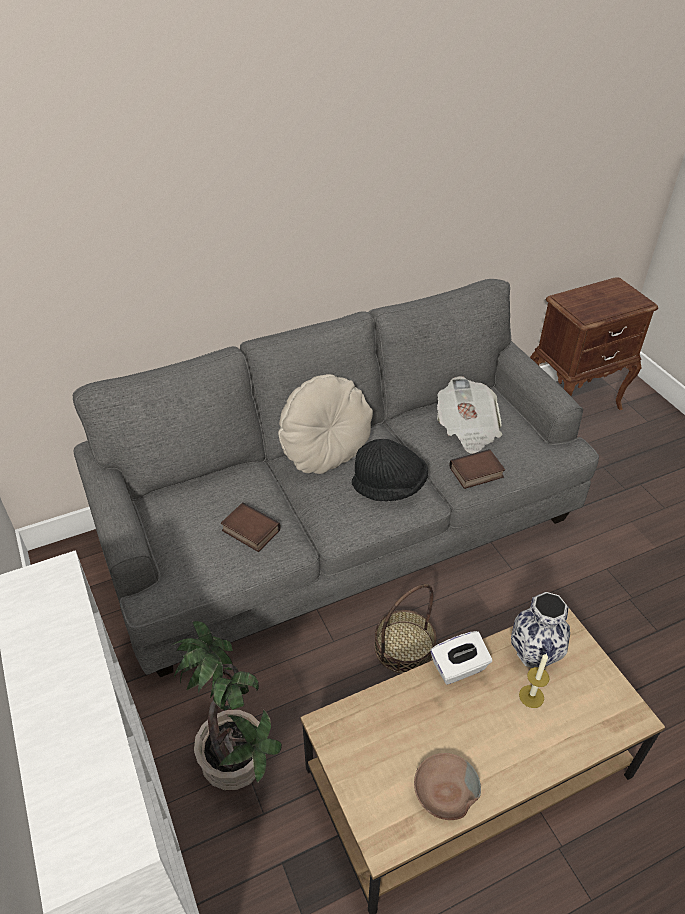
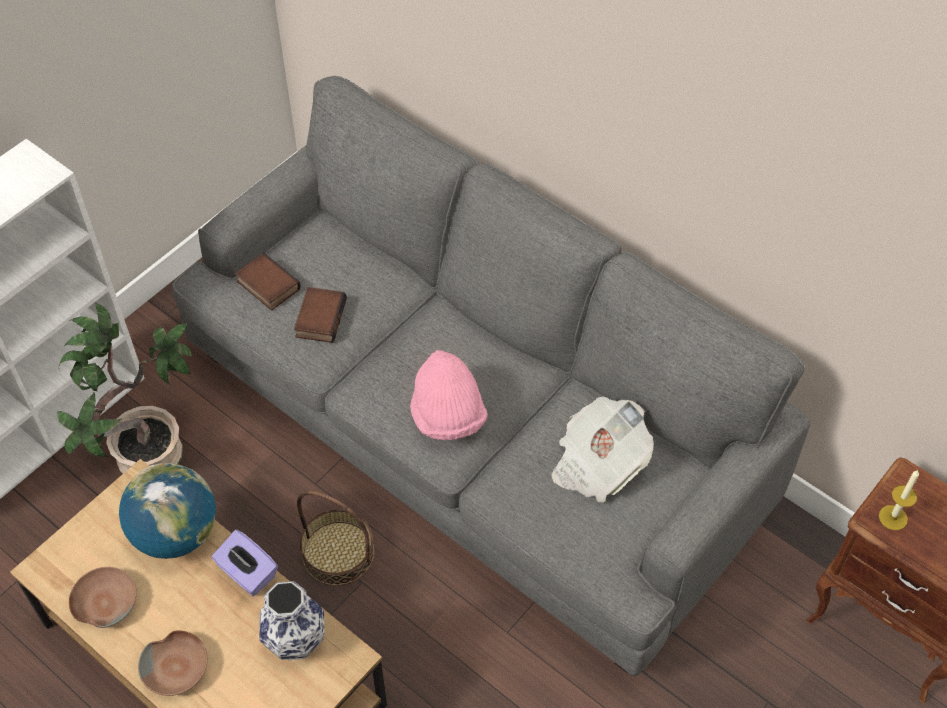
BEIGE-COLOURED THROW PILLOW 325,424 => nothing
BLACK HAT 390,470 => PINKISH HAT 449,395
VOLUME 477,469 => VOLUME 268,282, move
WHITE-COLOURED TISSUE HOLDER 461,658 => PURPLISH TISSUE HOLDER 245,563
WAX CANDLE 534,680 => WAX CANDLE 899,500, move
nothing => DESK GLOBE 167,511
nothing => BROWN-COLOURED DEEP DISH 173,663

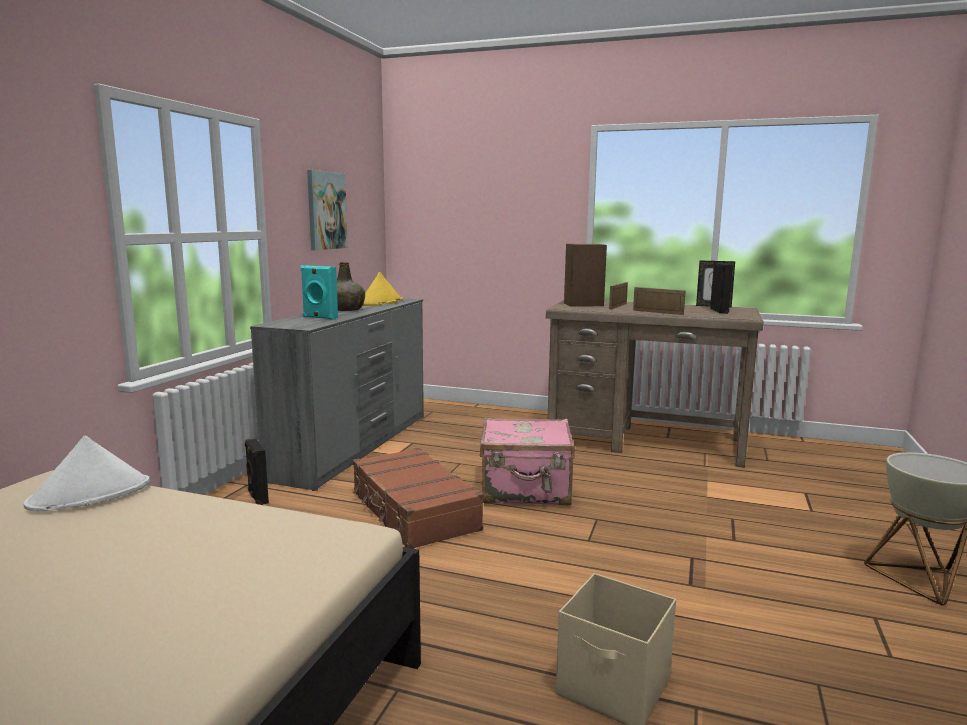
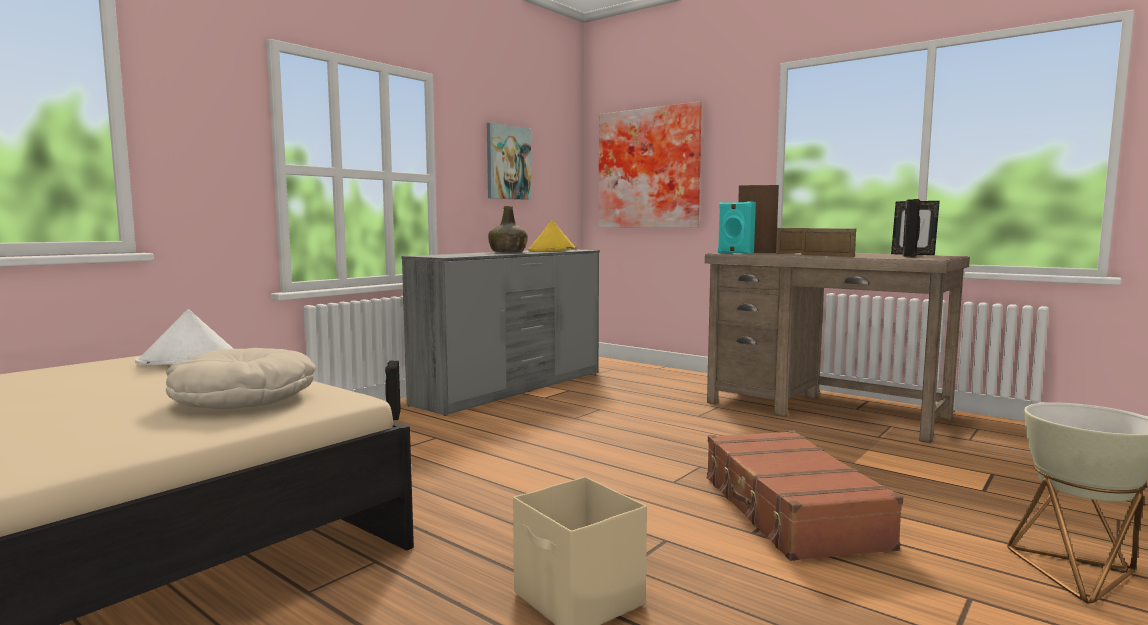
TURQUOISE AUDIO SPEAKER 319,292 => TURQUOISE AUDIO SPEAKER 737,227, move
PINKISH SUITCASE 527,461 => nothing
BROWN-COLOURED SUITCASE 418,498 => BROWN-COLOURED SUITCASE 805,495, move
nothing => WALL PICTURE 650,164
nothing => BEIGE-COLOURED THROW PILLOW 241,378

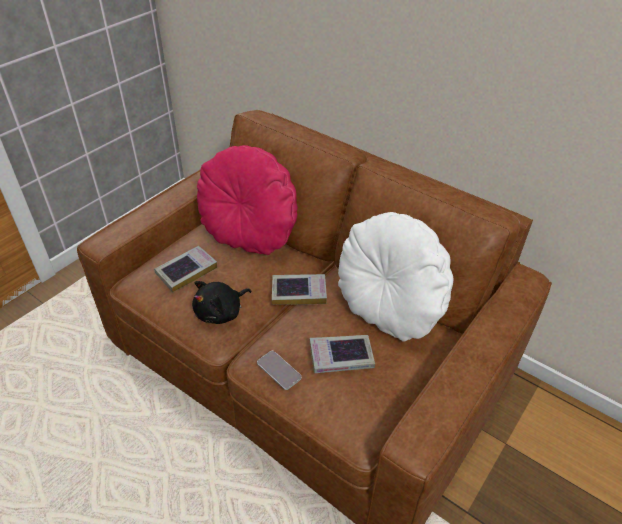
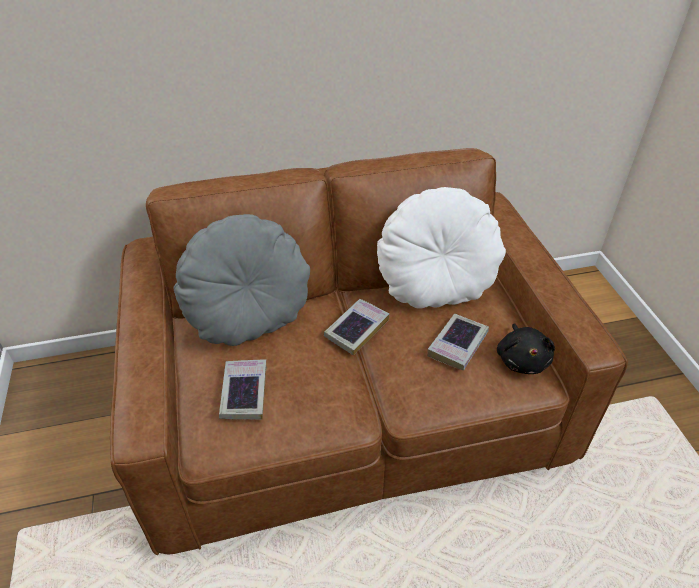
PINKISH THROW PILLOW 247,200 => GREY THROW PILLOW 242,280
BLACK SOFT TOY 221,302 => BLACK SOFT TOY 526,349, move
TELEPHONE 279,370 => nothing

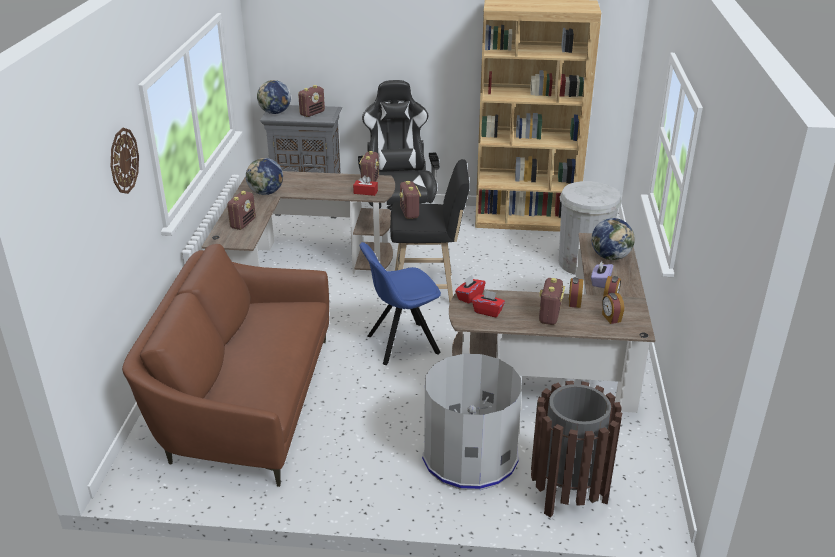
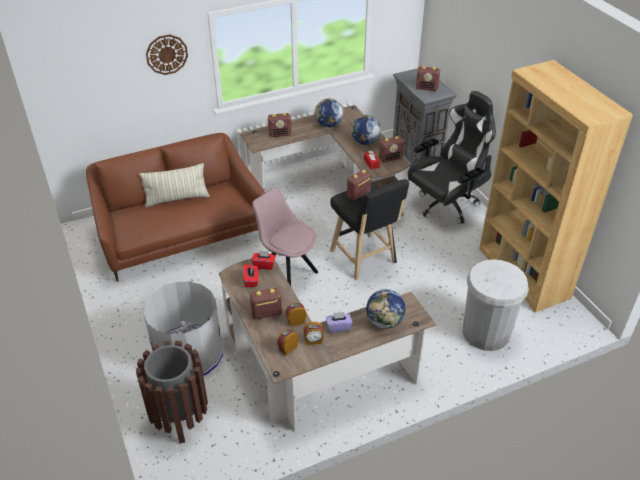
DESK GLOBE 274,97 => DESK GLOBE 366,130, move
BLUE PLAIN CHAIR 400,303 => PINKISH PLAIN CHAIR 285,236
nothing => THROW PILLOW 174,185

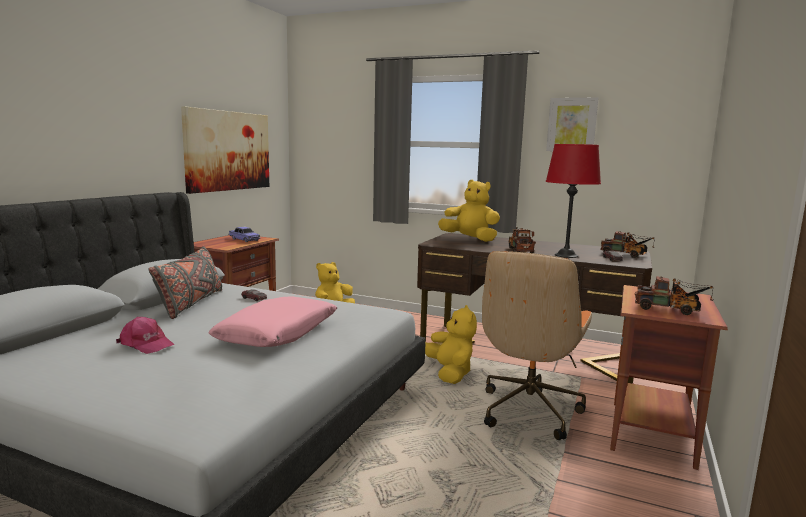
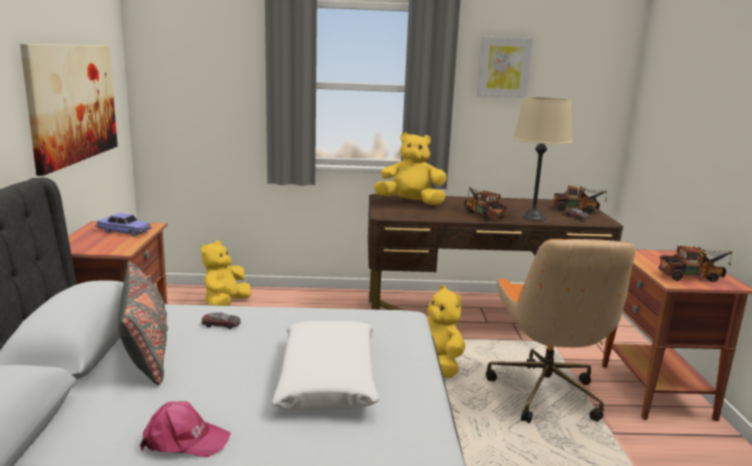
RED-COLOURED LAMP FOR A TABLE 573,201 => BEIGE-COLOURED LAMP FOR A TABLE 542,159
PINKISH THROW PILLOW 273,321 => WHITE-COLOURED THROW PILLOW 325,365

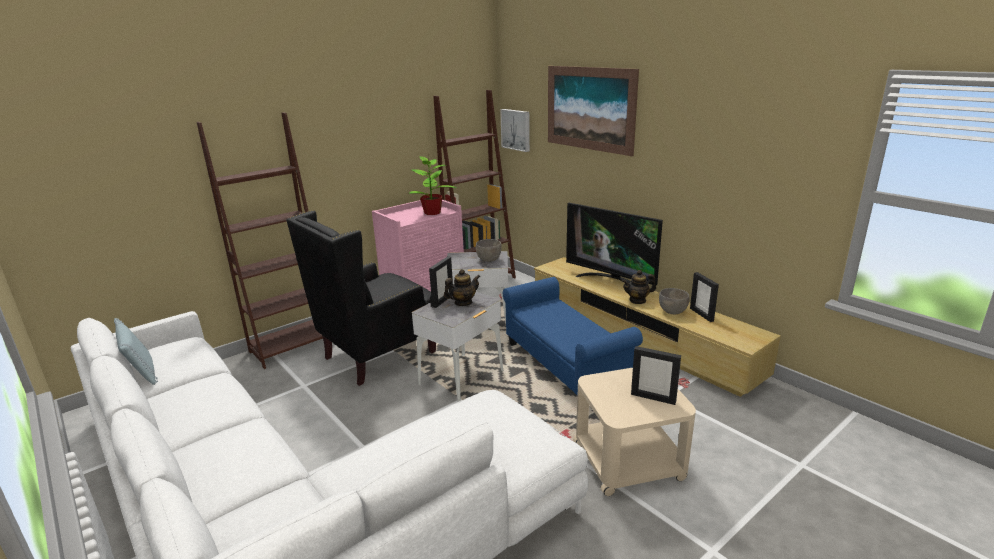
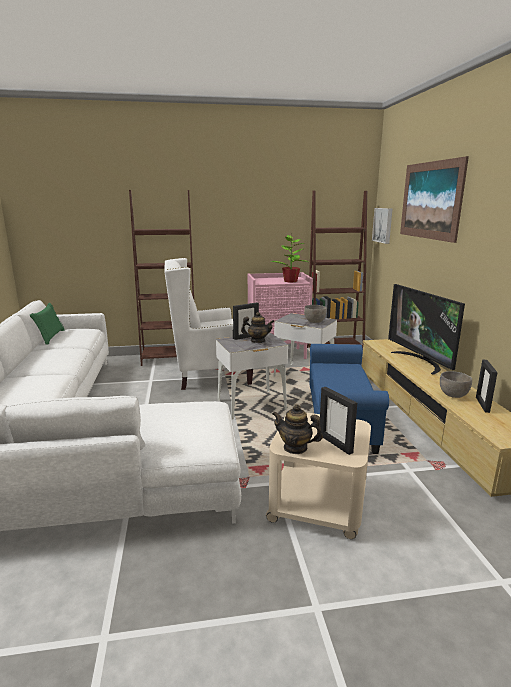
BLACK EASY CHAIR 361,298 => WHITE-COLOURED EASY CHAIR 208,324
TEA POT 639,287 => TEA POT 297,429, move
BLUE THROW PILLOW 136,351 => GREEN-COLOURED THROW PILLOW 47,324

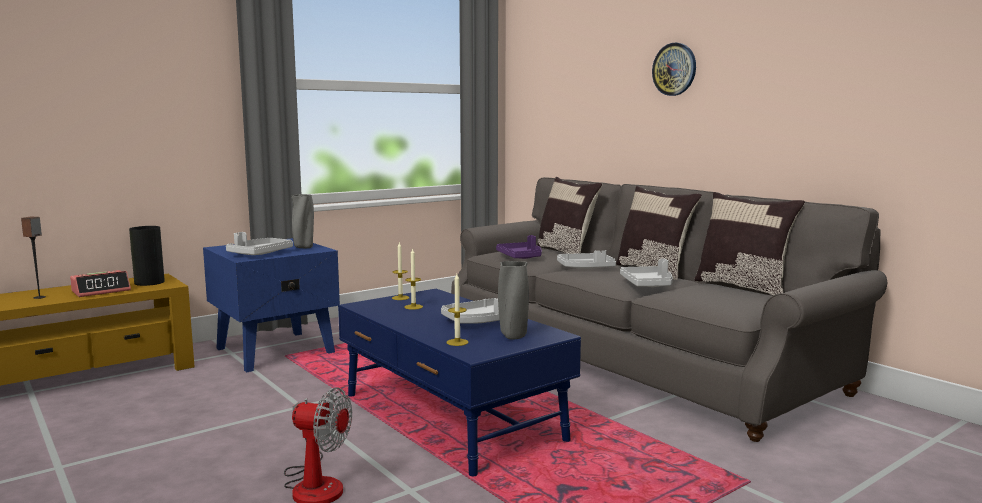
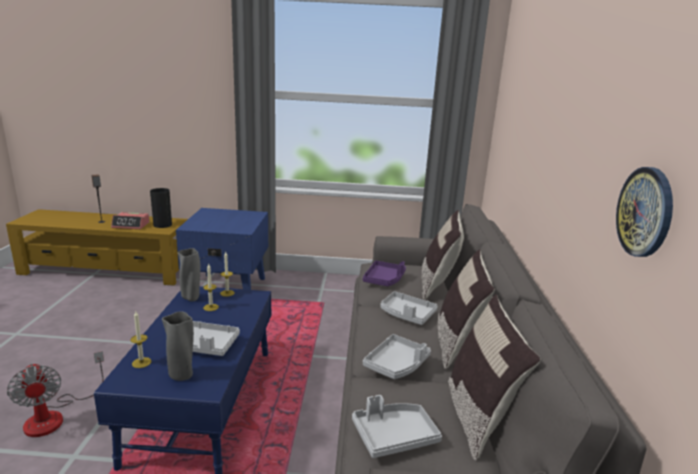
HANGING CLOCK 674,69 => HANGING CLOCK 644,212, move
GREY FLOWER VASE 302,221 => GREY FLOWER VASE 189,275, move
GREY SERVING TRAY 259,243 => GREY SERVING TRAY 397,426, move

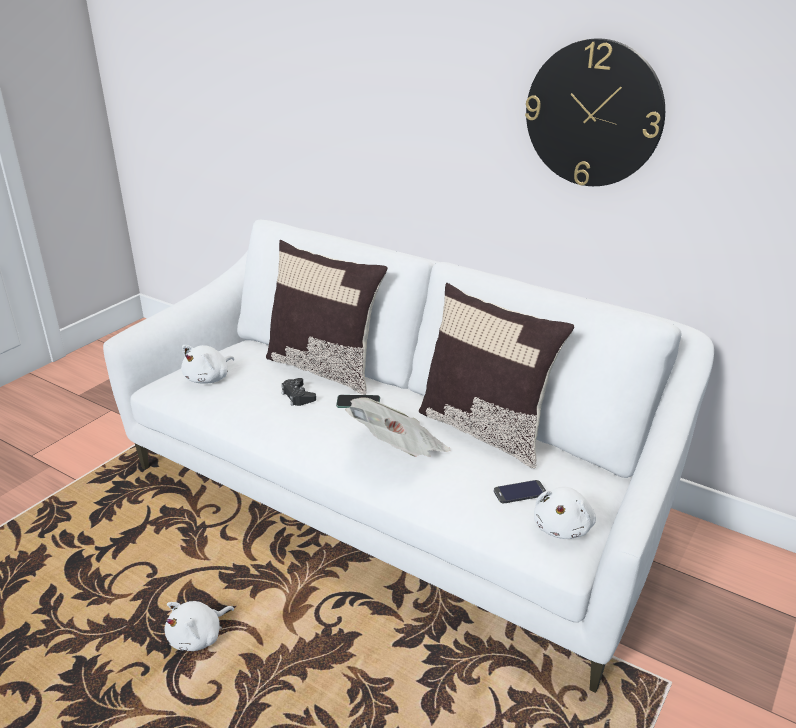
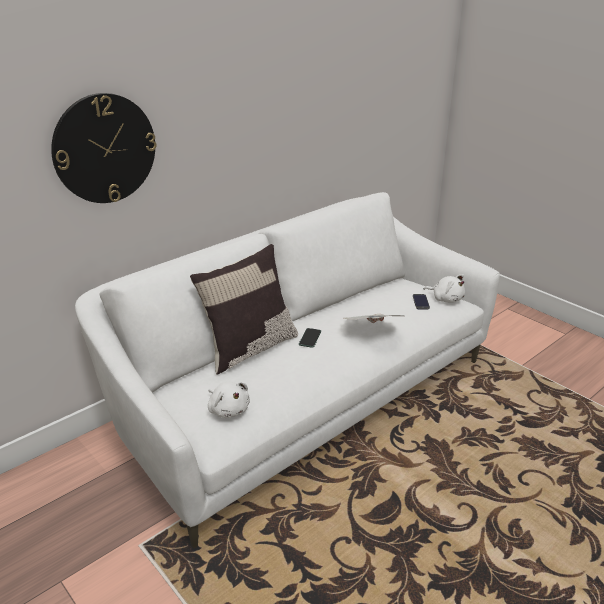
HANGING CLOCK 595,112 => HANGING CLOCK 103,148, move
THROW PILLOW 496,375 => nothing
BLACK GAMEPAD 298,392 => nothing
WHITE-COLOURED SOFT TOY 199,626 => nothing

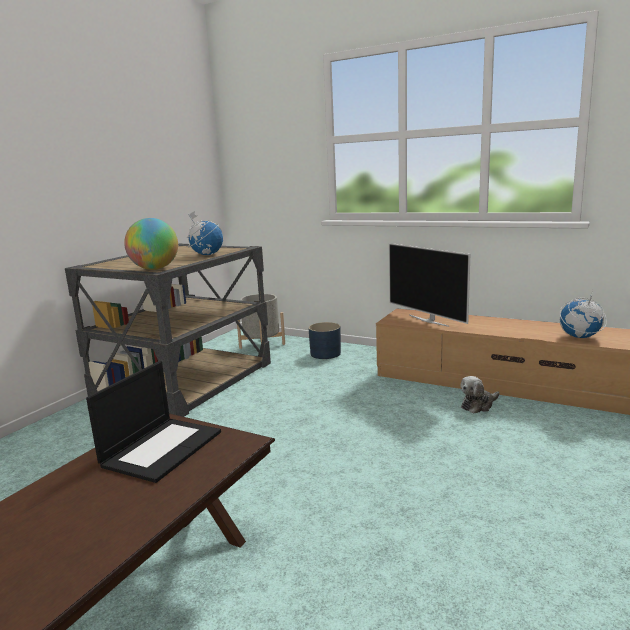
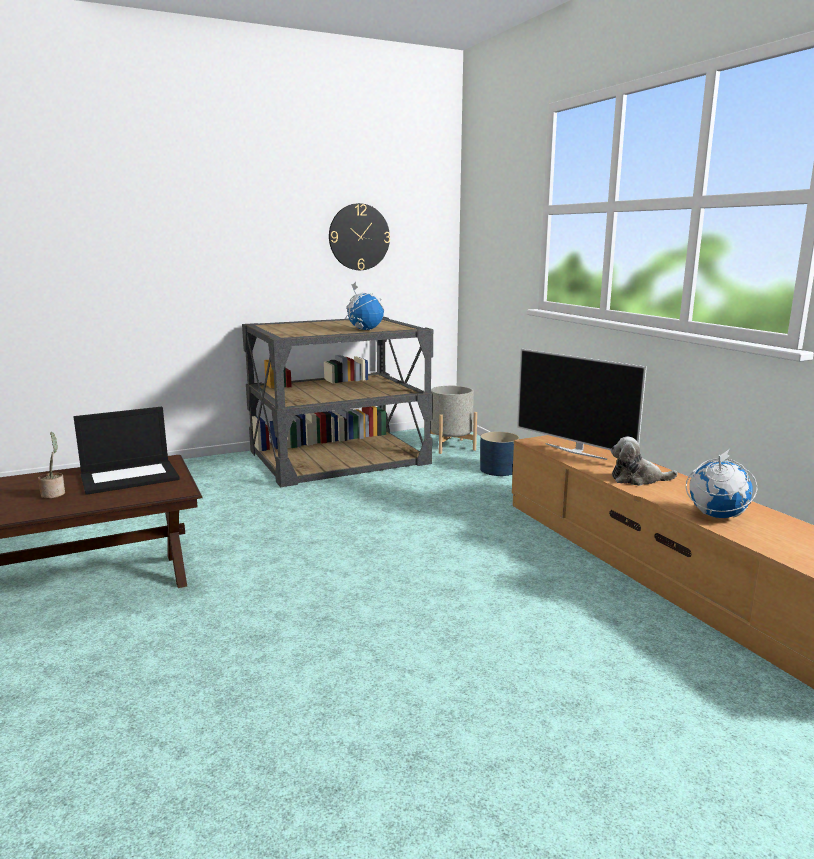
DESK GLOBE 151,244 => nothing
TELEVISION 429,285 => TELEVISION 582,404, 45 degrees counterclockwise
SOFT TOY 479,395 => SOFT TOY 644,461, move
nothing => HANGING CLOCK 359,236
nothing => POTTED PLANT 51,465

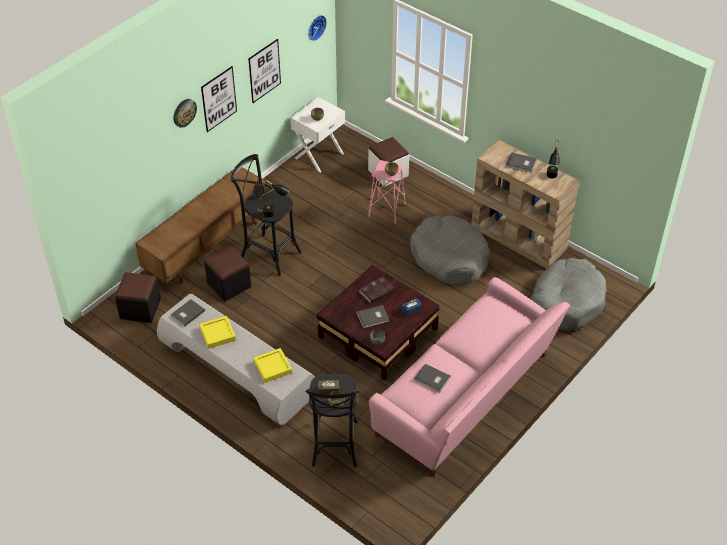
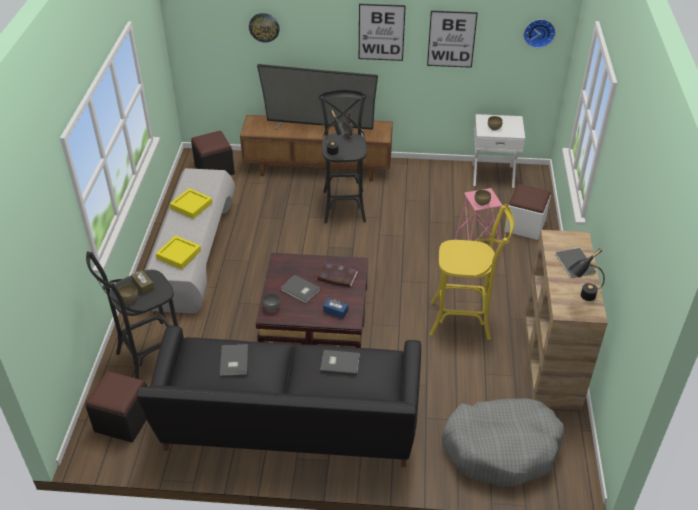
HANGING CLOCK 185,113 => HANGING CLOCK 264,28, move
GREY DOG BED 450,250 => YELLOW-COLOURED STOOL SEAT 471,272
BLACK FOOTREST 227,273 => BLACK FOOTREST 116,407, move
PINKISH SOFA 469,376 => BLACK SOFA 278,396
GREY VOLUME 188,313 => GREY VOLUME 340,363, move
nothing => TELEVISION 317,100

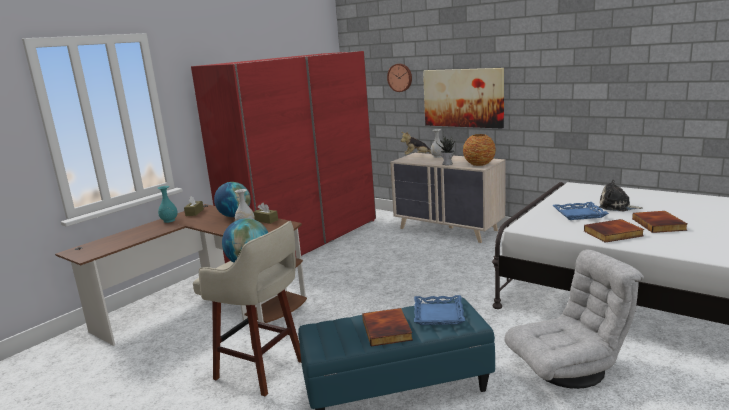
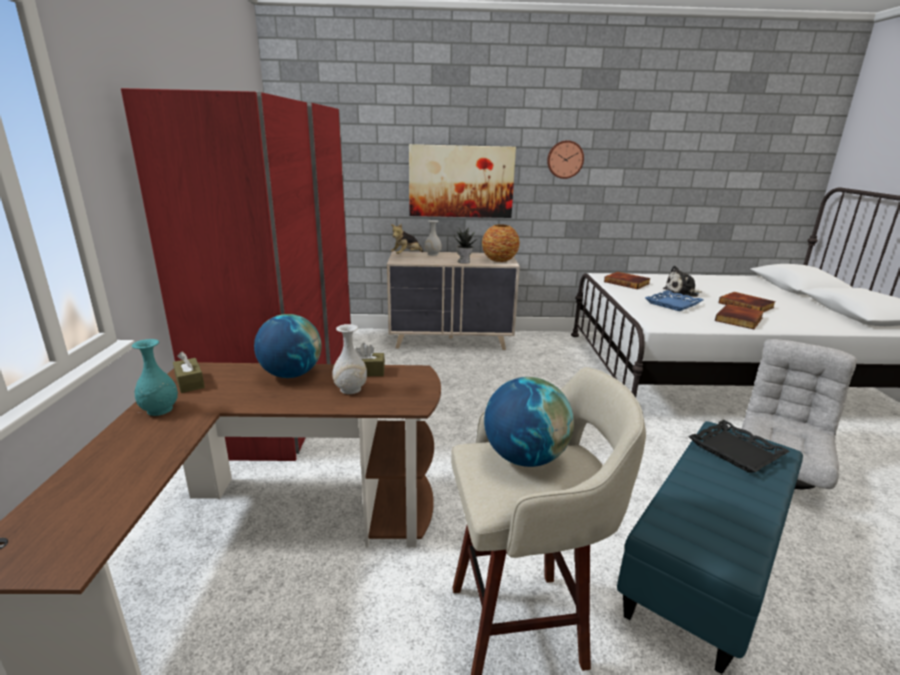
HANGING CLOCK 399,78 => HANGING CLOCK 565,159, move
BLUE SERVING TRAY 439,310 => BLACK SERVING TRAY 739,446
VOLUME 387,327 => VOLUME 627,280, move

